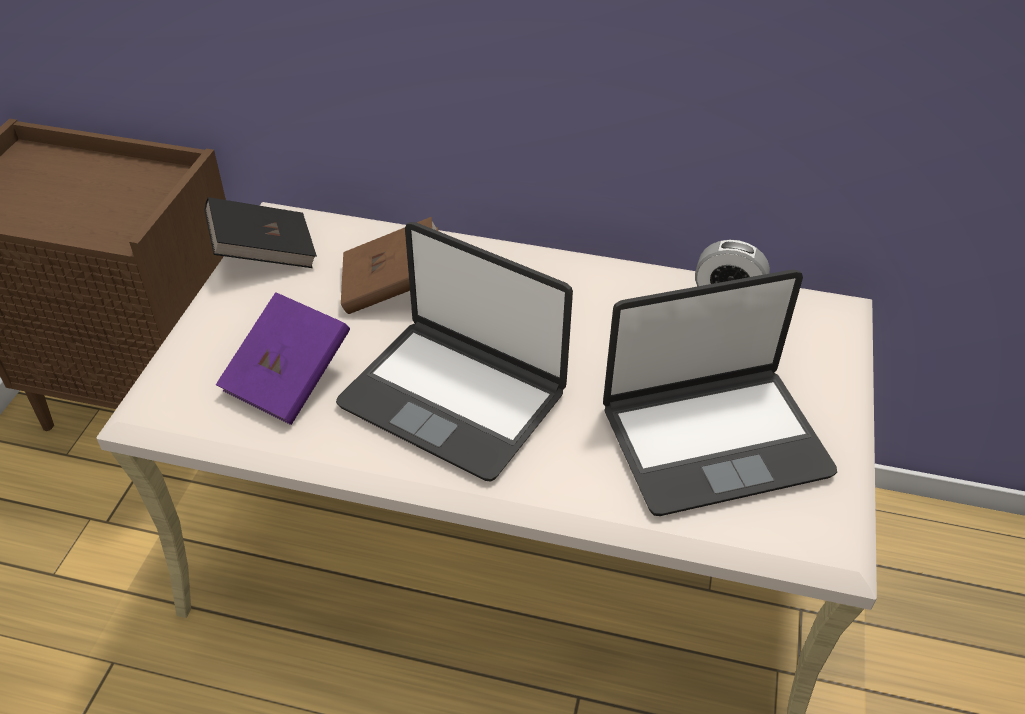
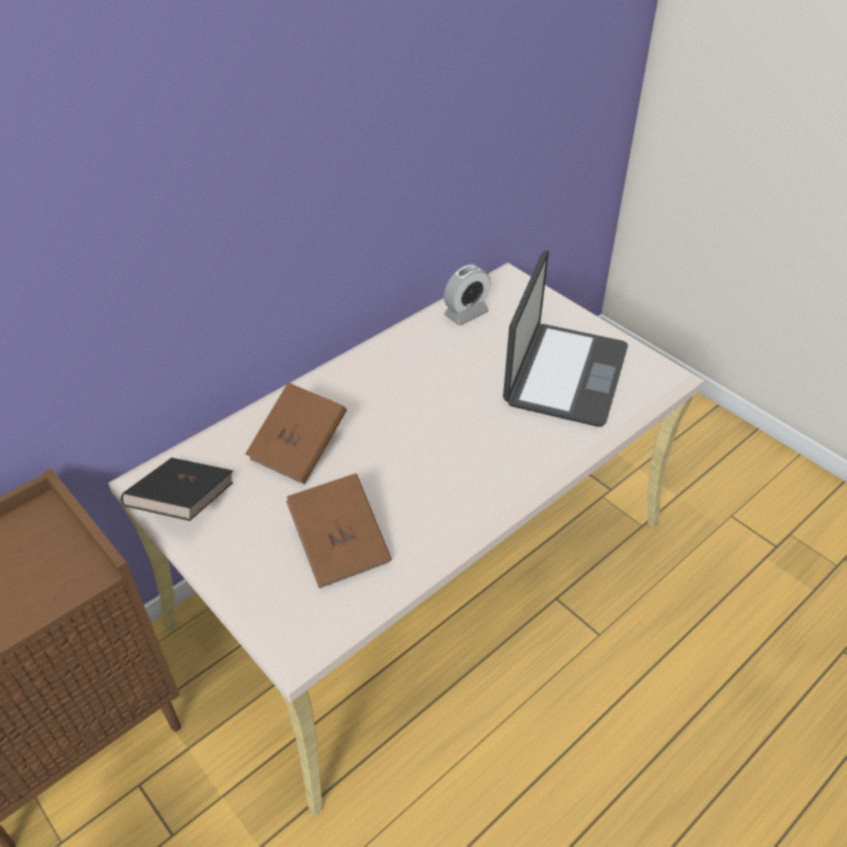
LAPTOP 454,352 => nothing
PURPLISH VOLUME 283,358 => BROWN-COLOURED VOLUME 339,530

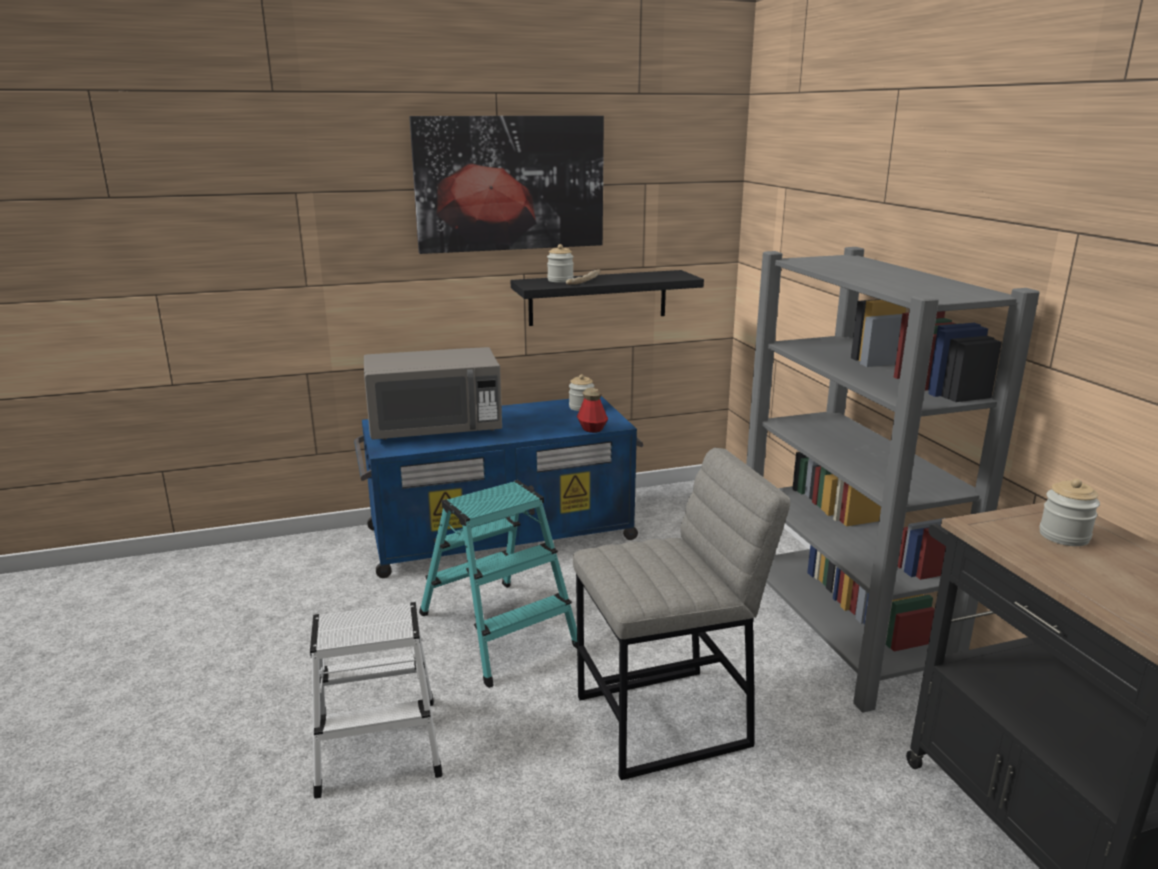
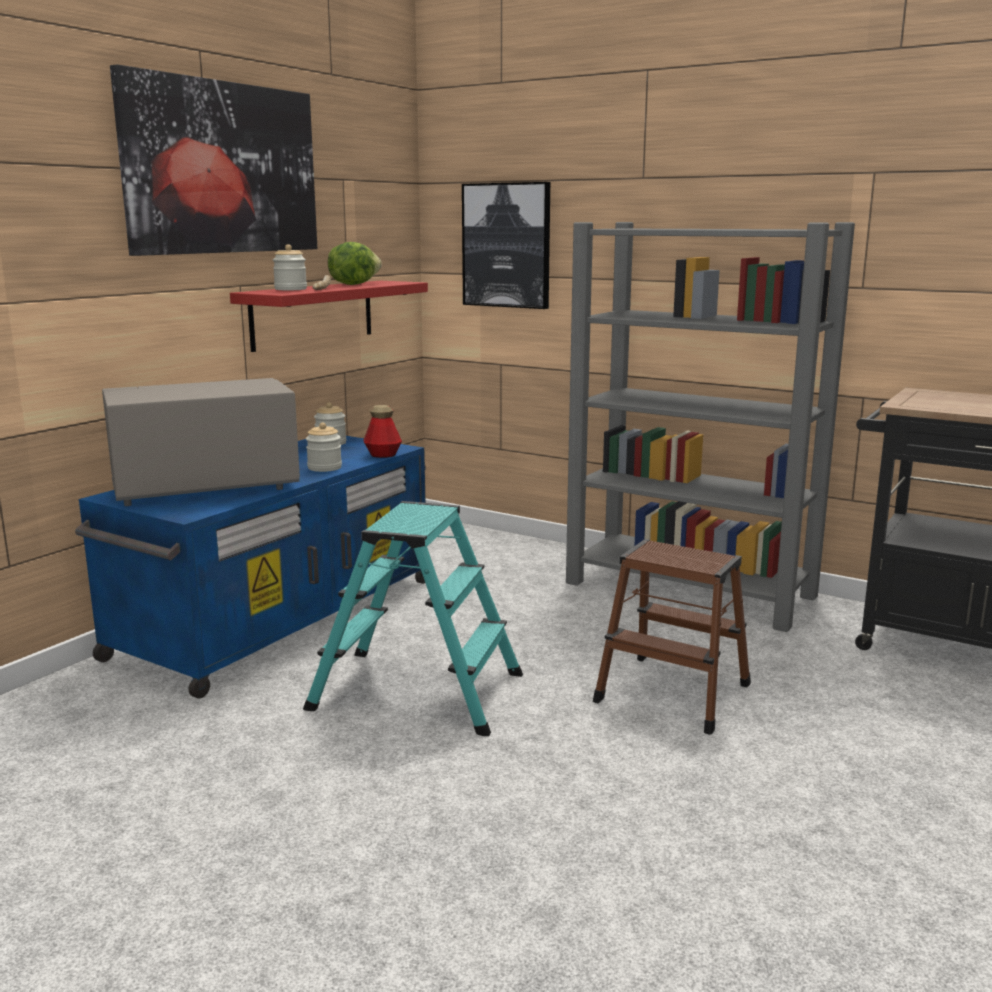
BLACK BRACKET SHELF 607,298 => RED-COLOURED BRACKET SHELF 329,316
GREY MICROWAVE OVEN 433,393 => GREY MICROWAVE OVEN 201,442, 150 degrees counterclockwise
GREY PLAIN CHAIR 681,614 => BROWN-COLOURED STEP LADDER 672,637
JAR 1069,512 => JAR 324,447, move
WHITE-COLOURED STEP LADDER 376,700 => nothing
nothing => WALL PICTURE 506,245
nothing => HEAD OF LETTUCE 355,263

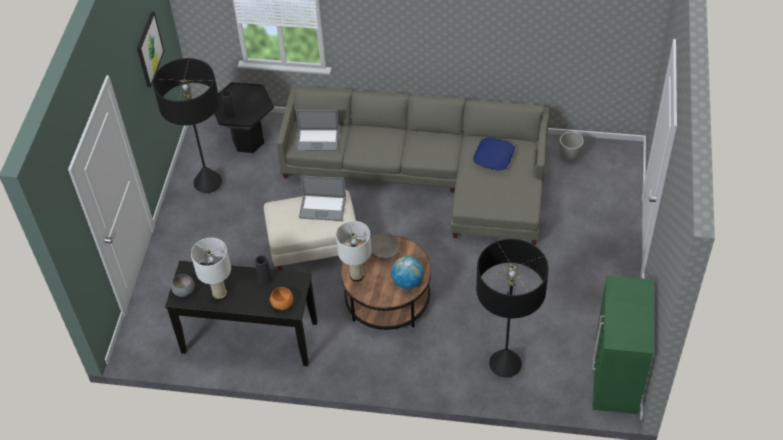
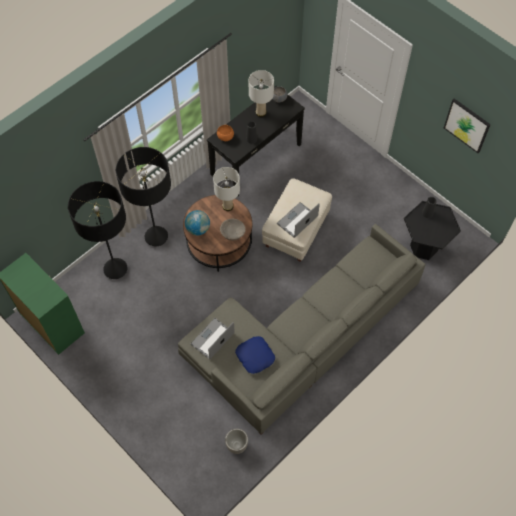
BLACK STANDING LAMP 187,125 => BLACK STANDING LAMP 143,196, move
LAPTOP 317,130 => LAPTOP 213,338, move

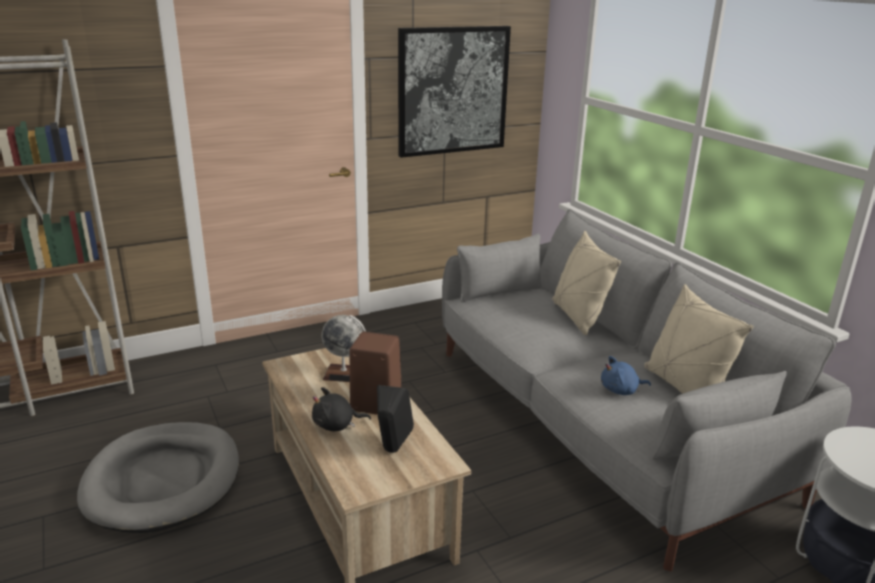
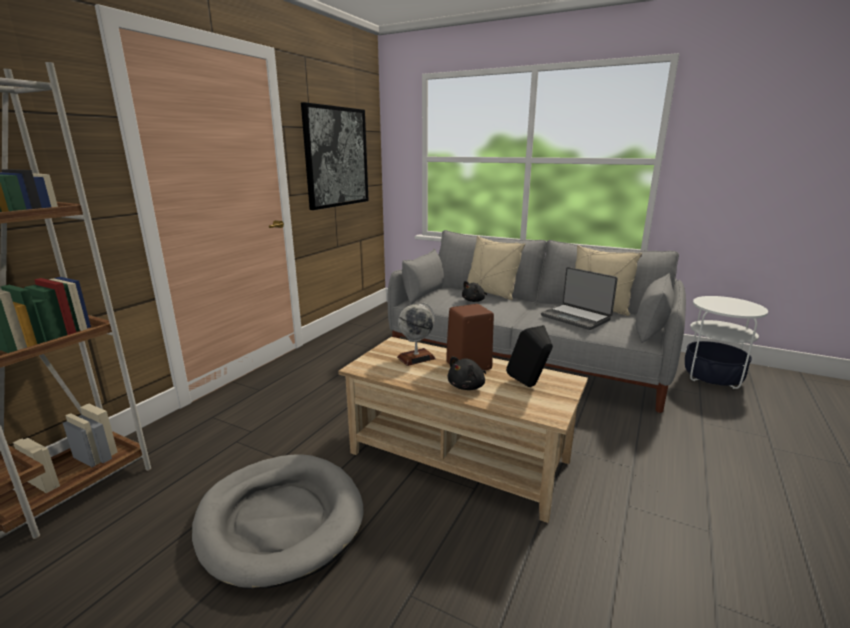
BLUE SOFT TOY 626,375 => LAPTOP 579,298
nothing => BLACK SOFT TOY 474,291

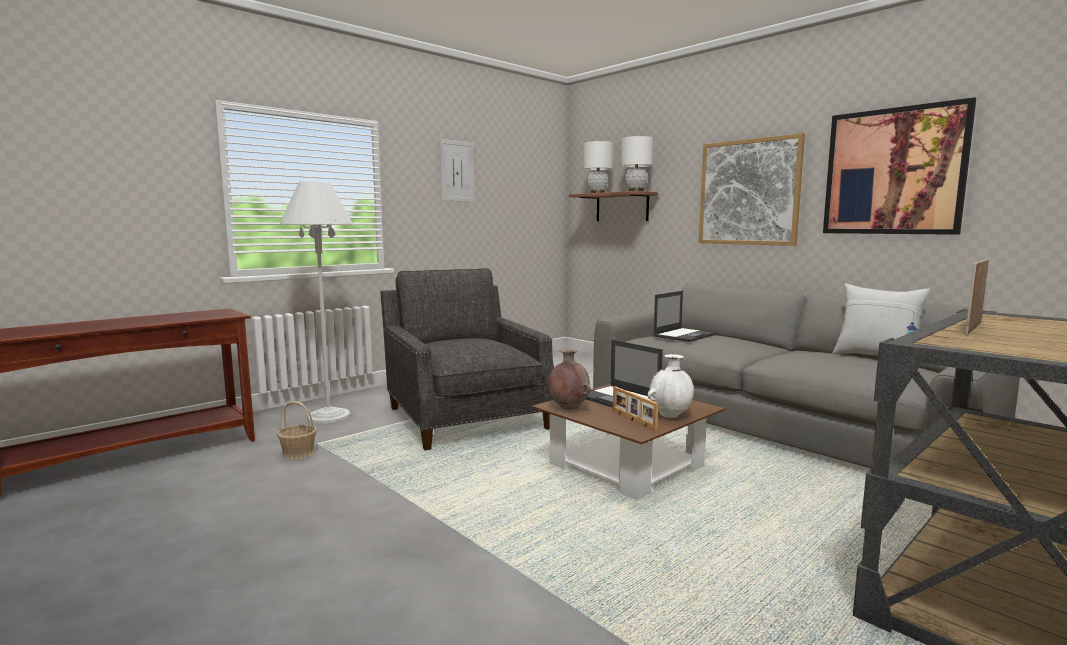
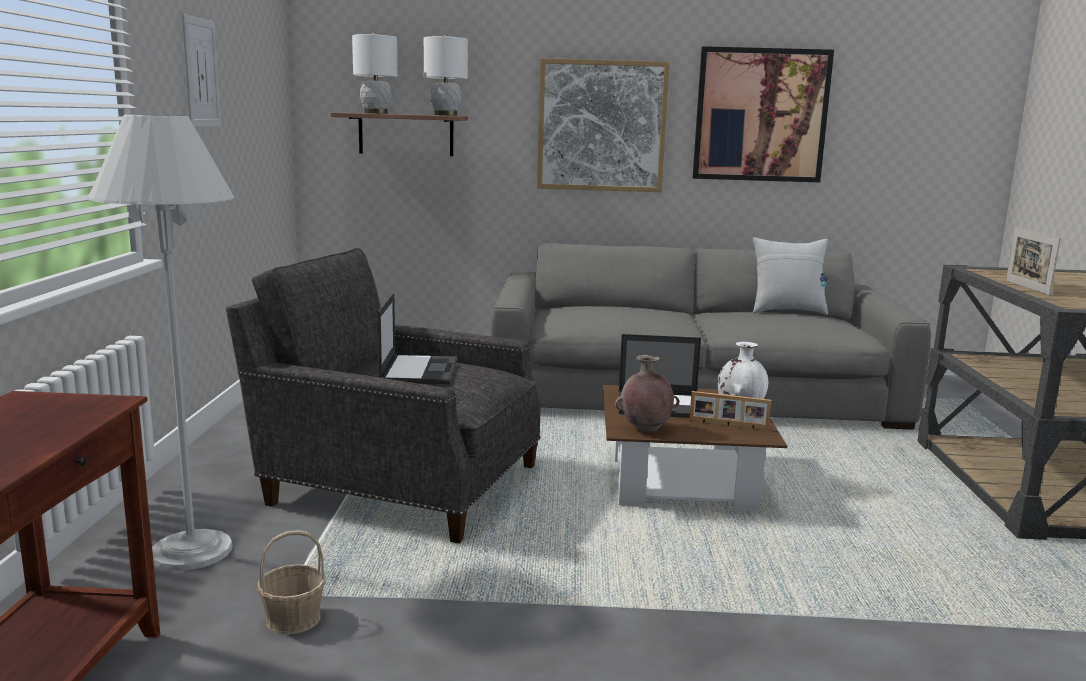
LAPTOP 684,316 => LAPTOP 417,338, move

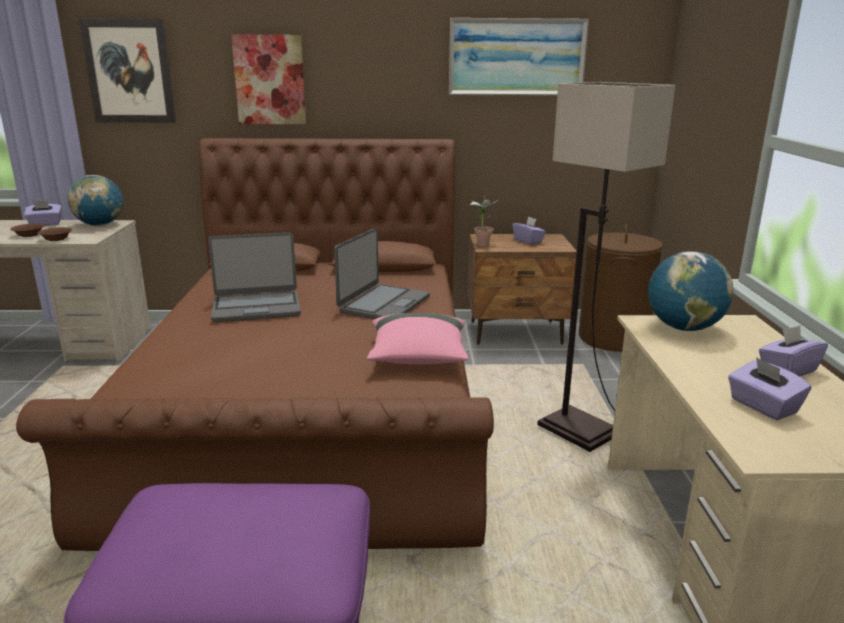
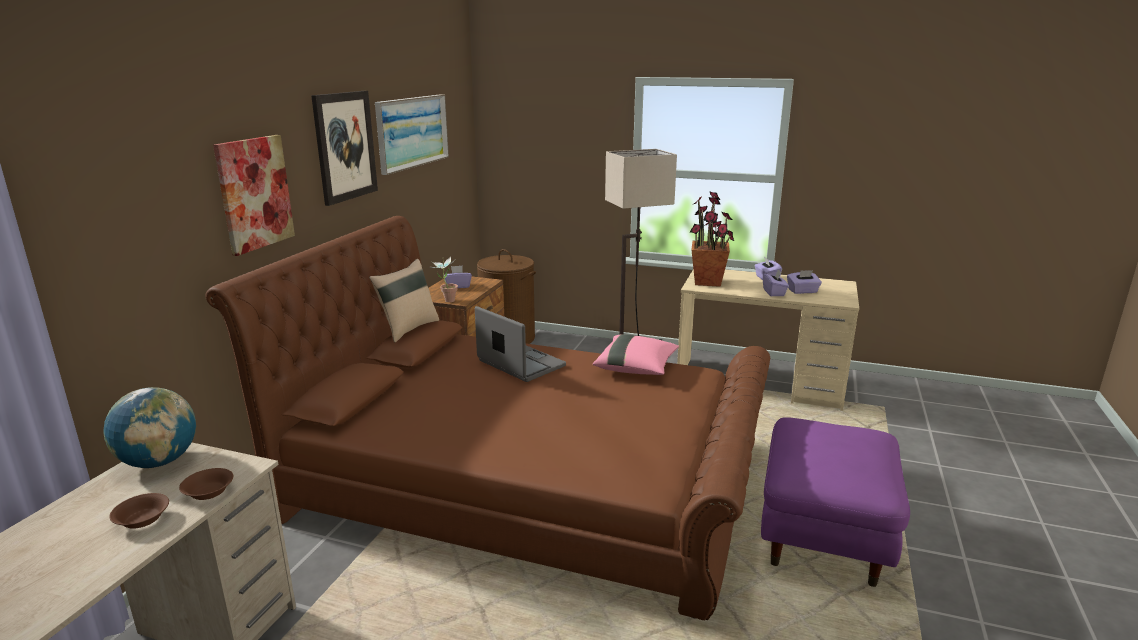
WALL PICTURE 127,71 => WALL PICTURE 344,148, move
PURPLISH TISSUE HOLDER 43,213 => PURPLISH TISSUE HOLDER 776,282, move
LAPTOP 254,277 => nothing
DESK GLOBE 691,291 => POTTED PLANT 712,239
nothing => BEIGE-COLOURED THROW PILLOW 404,300

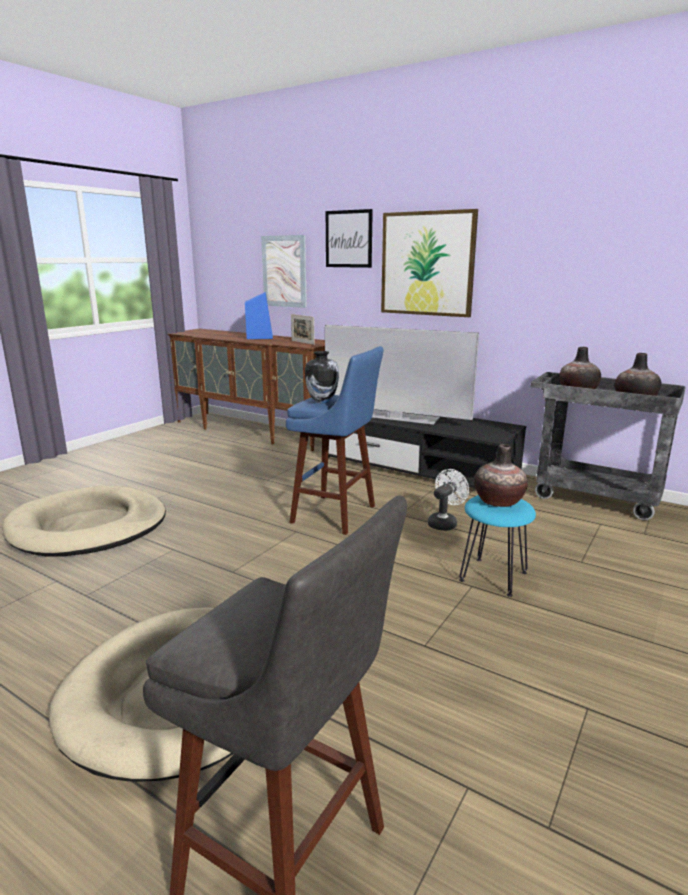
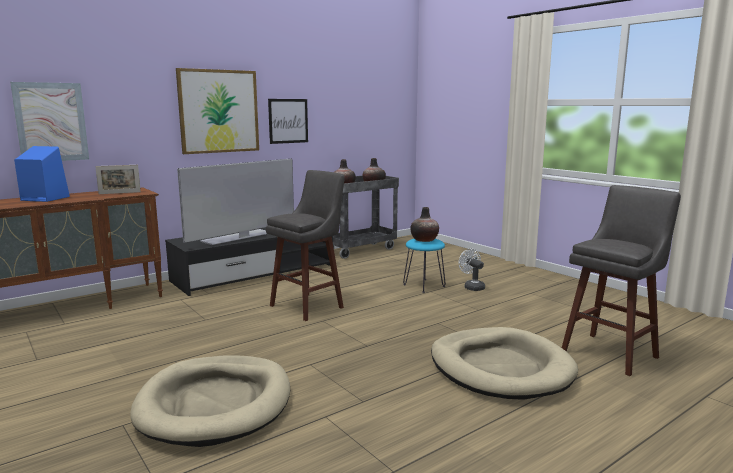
WALL PICTURE 349,238 => WALL PICTURE 288,121, move
BLUE STOOL SEAT 334,440 => GREY STOOL SEAT 305,245
FLOWER VASE 322,377 => nothing
WHITE-COLOURED ELECTRIC FAN 448,500 => WHITE-COLOURED ELECTRIC FAN 472,270, move

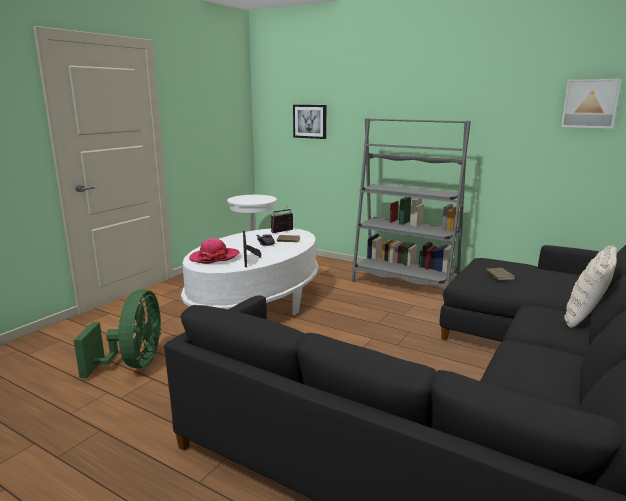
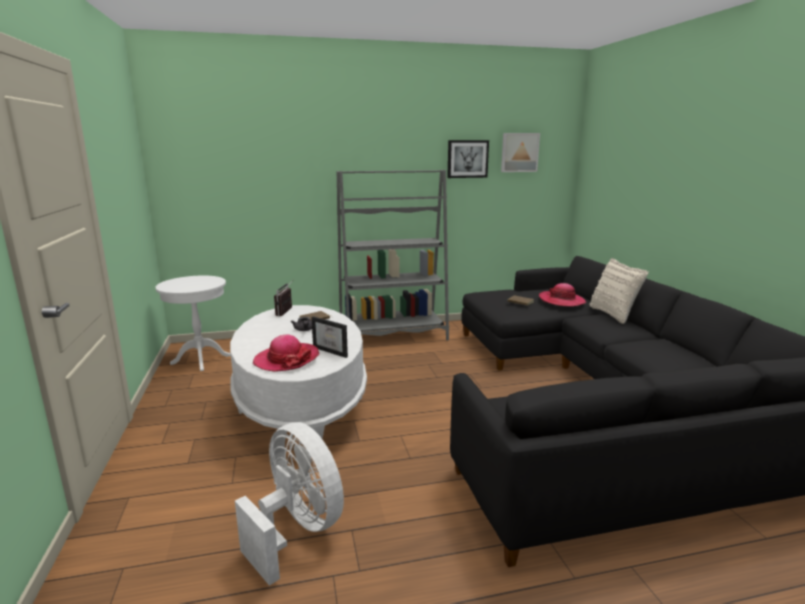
WALL PICTURE 309,122 => WALL PICTURE 468,159, move
GREEN-COLOURED ELECTRIC FAN 117,333 => WHITE-COLOURED ELECTRIC FAN 289,504
nothing => HAT 562,295

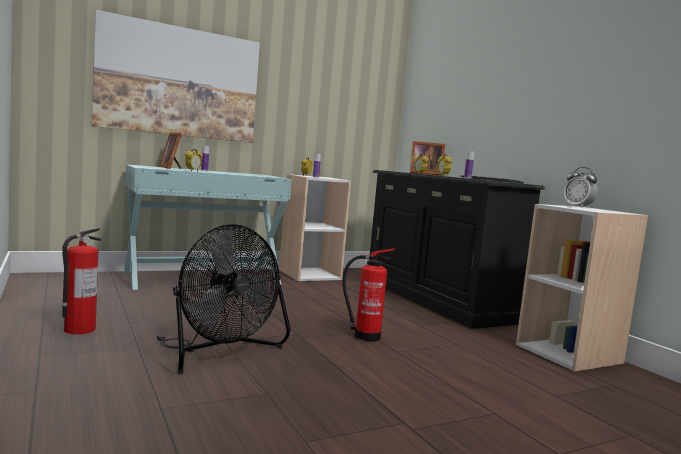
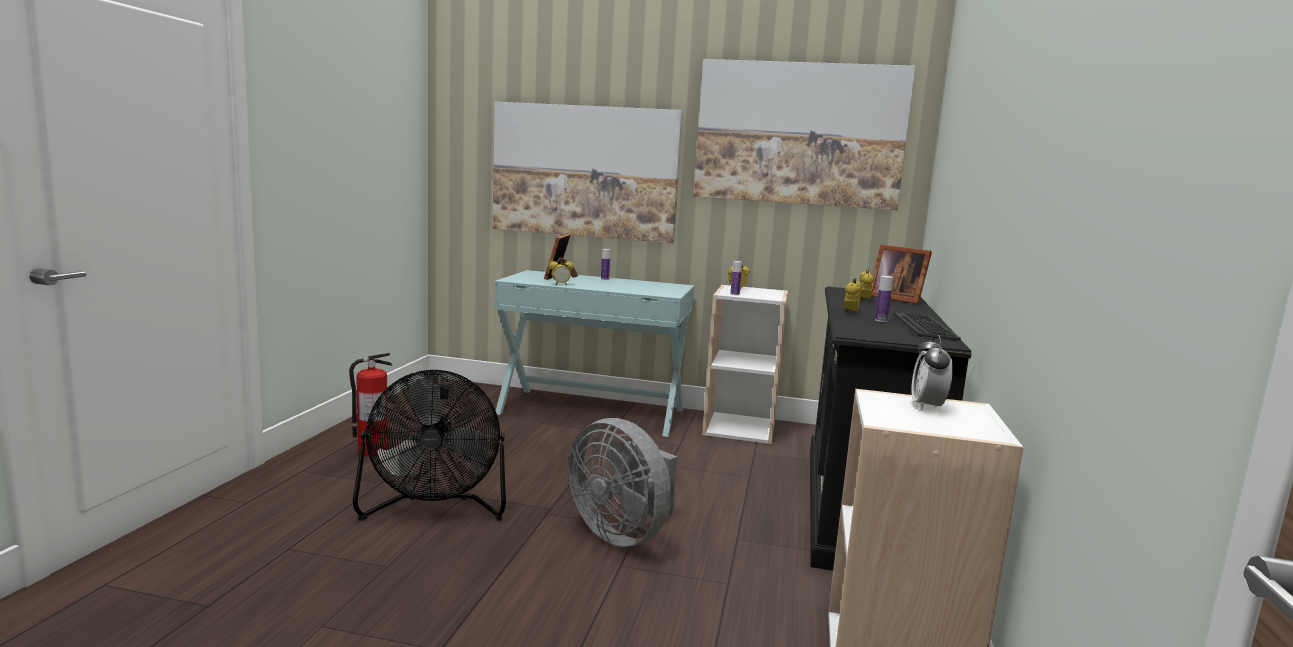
FIRE EXTINGUISHER 368,295 => GREY ELECTRIC FAN 622,482
nothing => WALL PICTURE 804,134

